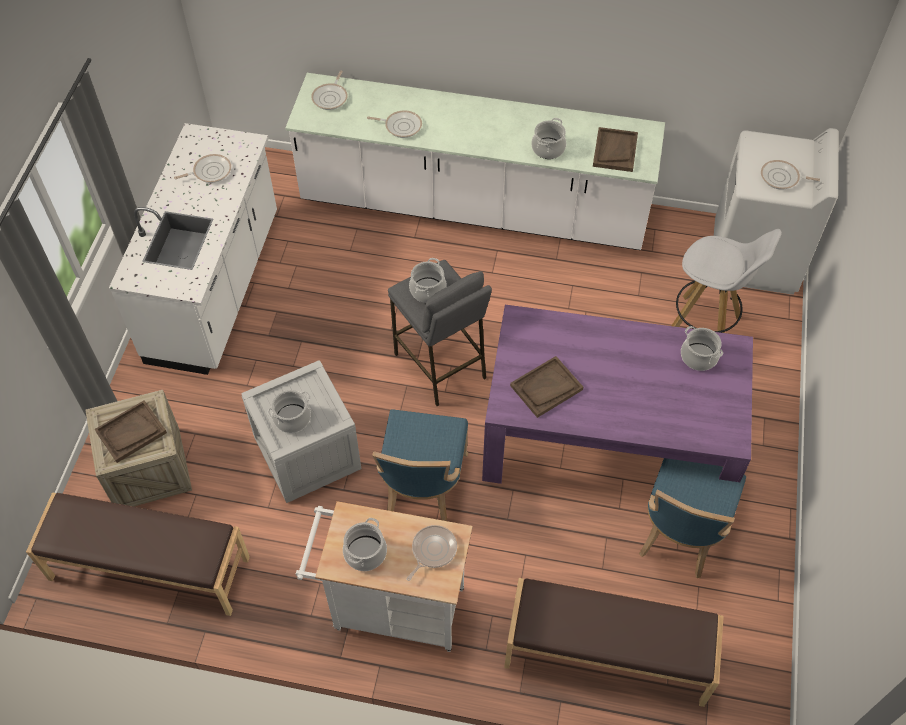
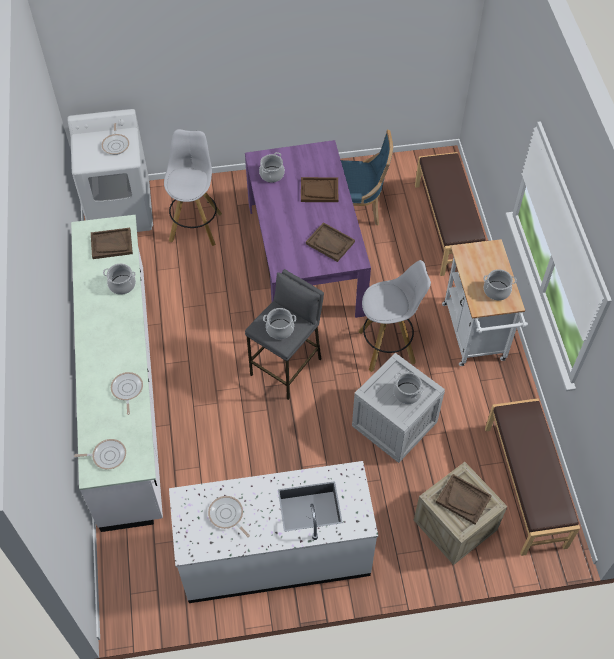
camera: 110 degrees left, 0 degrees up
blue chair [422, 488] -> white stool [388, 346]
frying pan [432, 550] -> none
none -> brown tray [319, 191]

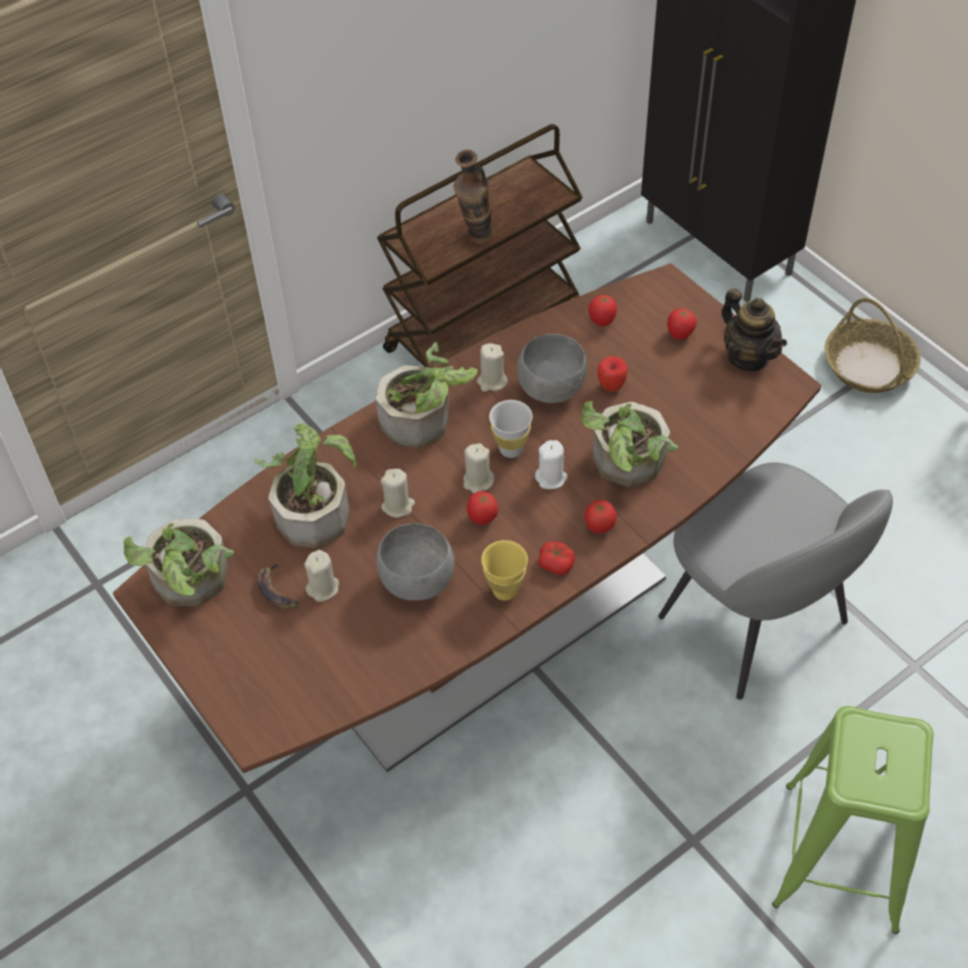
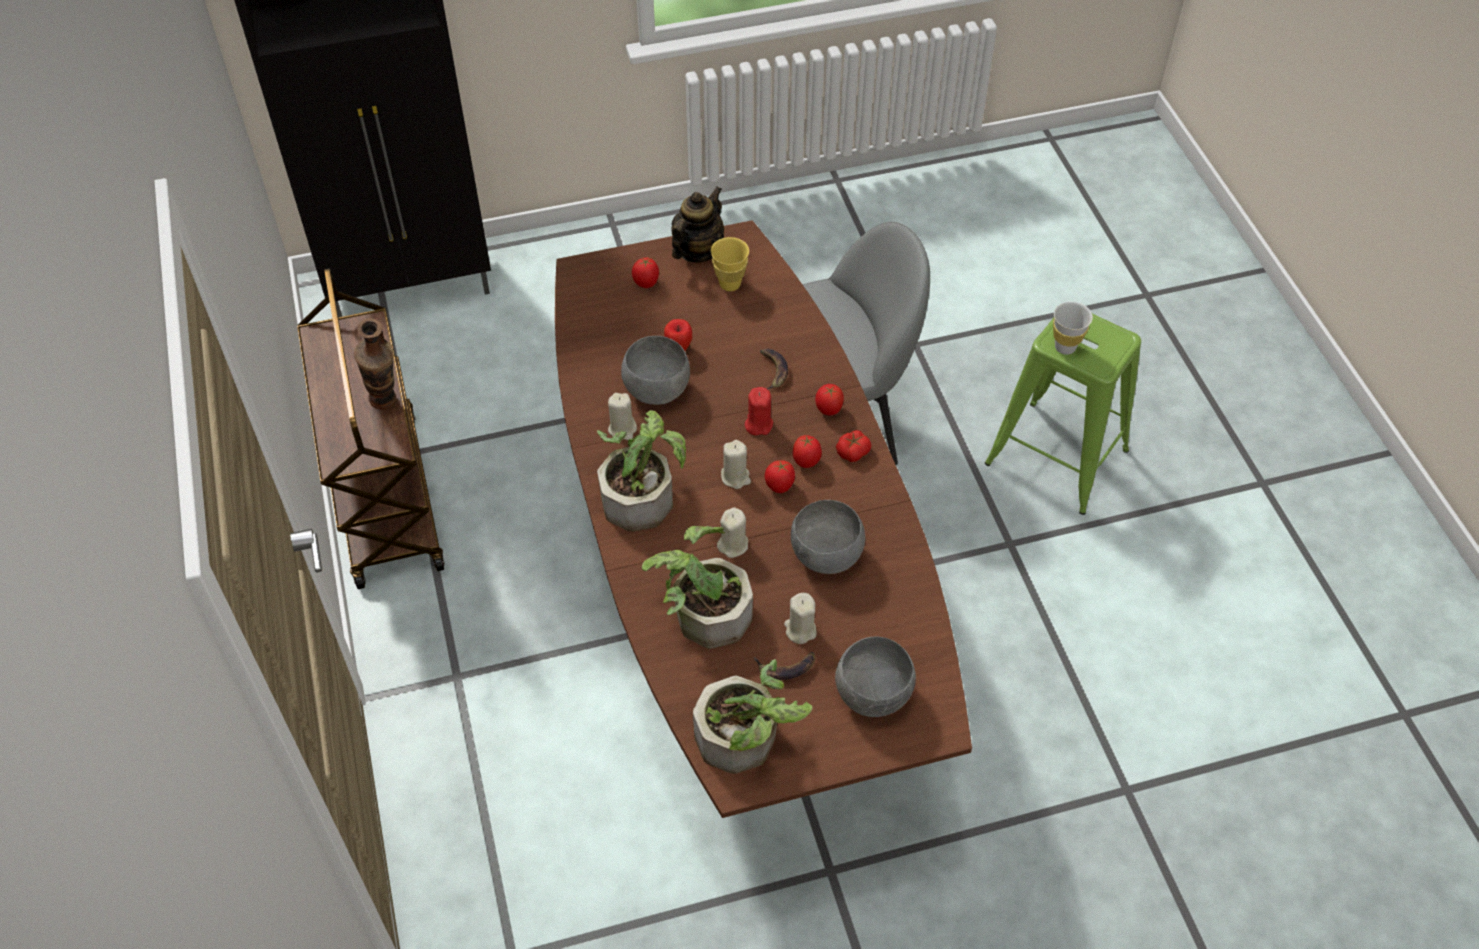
camera: 70 degrees left, 0 degrees up
yellow cup [505, 590] -> yellow cup [730, 284], relocated
white cup [511, 449] -> white cup [1065, 347], relocated
white candle [551, 478] -> red candle [758, 424]
potted plant [625, 466] -> banana [772, 371]
tomato [602, 322] -> tomato [806, 462], relocated
teapot [748, 357] -> teapot [697, 250], 45 degrees counterclockwise
basket [869, 366] -> none
none -> grey bowl [874, 695]

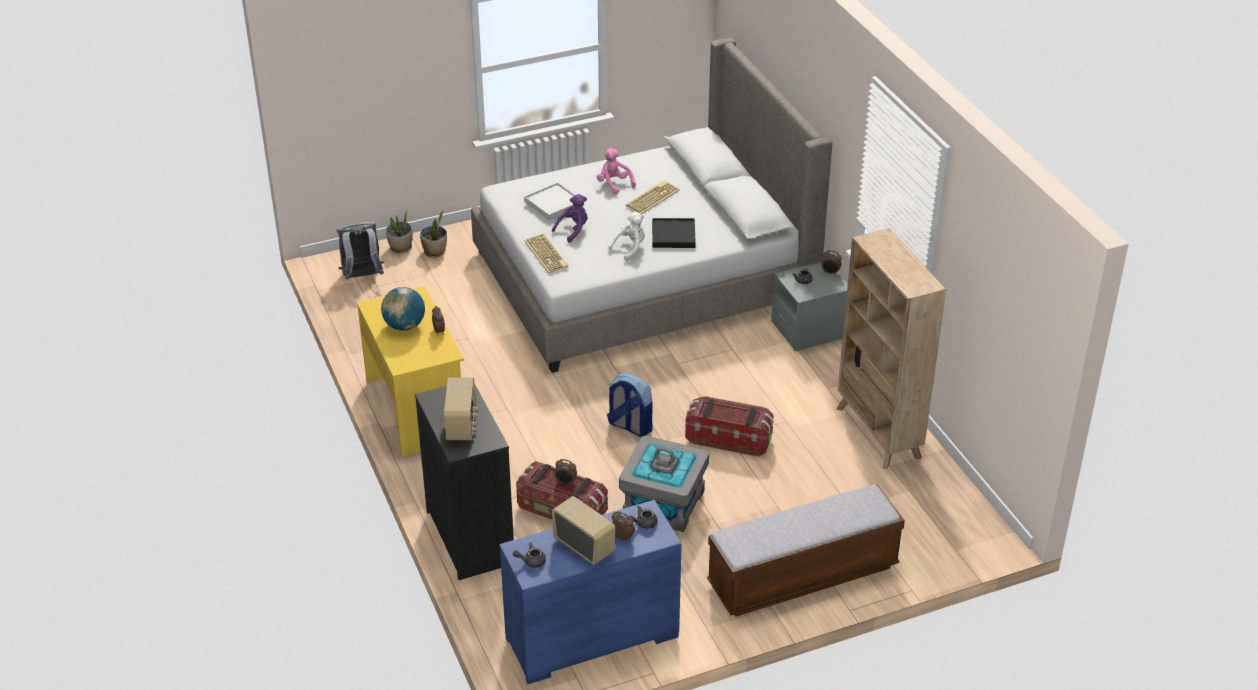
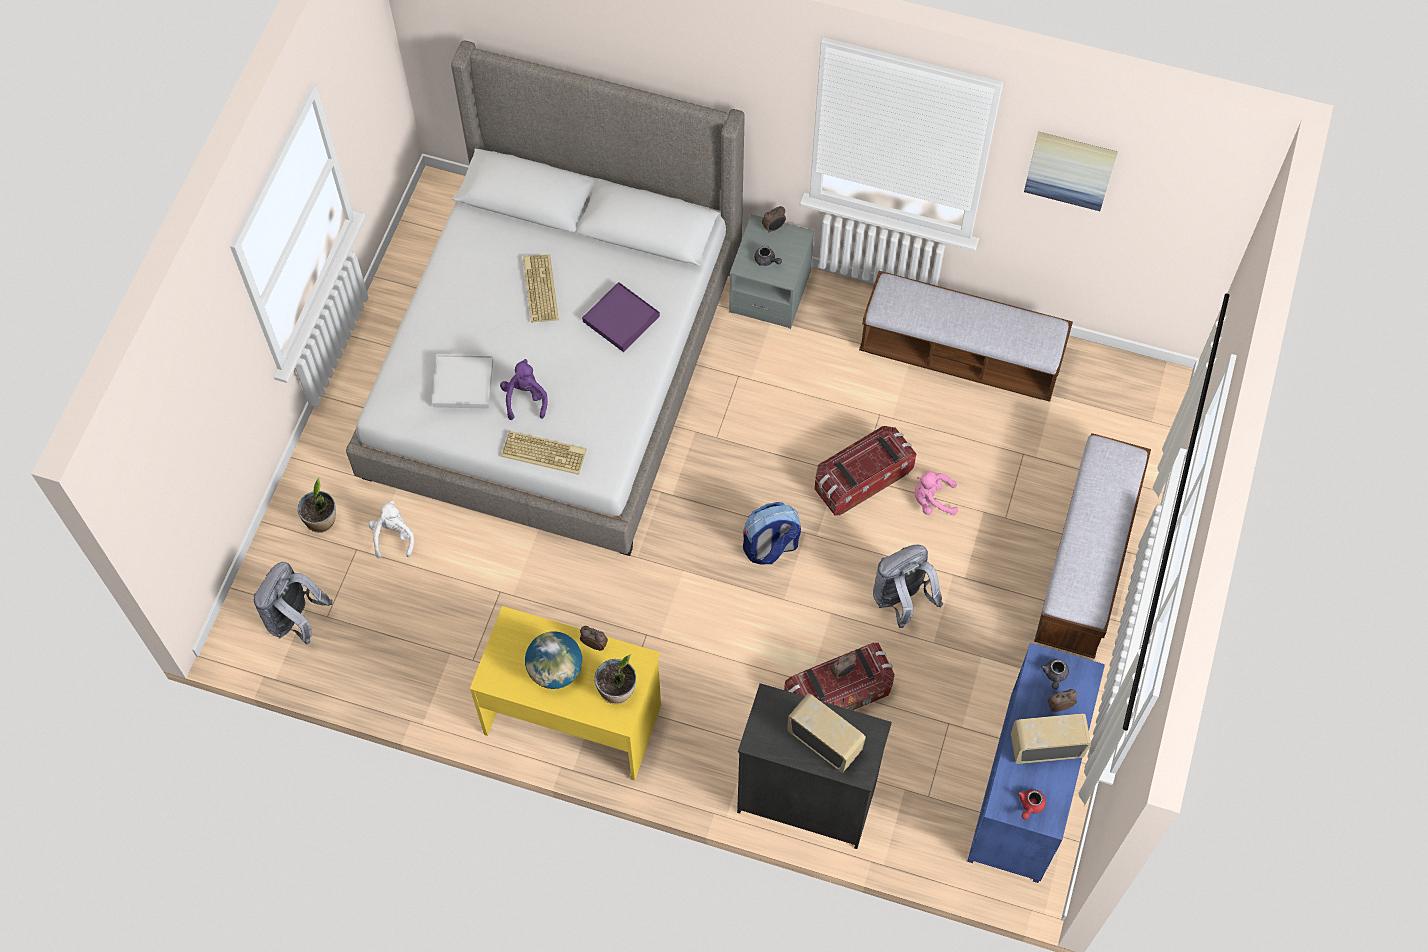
camera: 50 degrees left, 25 degrees up
potted plant [401, 248] -> potted plant [617, 690], relocated
grey teapot [531, 561] -> red teapot [1030, 805]
pink plush toy [614, 184] -> pink plush toy [932, 500], relocated
white plush toy [630, 248] -> white plush toy [393, 537], relocated
grey storage box [663, 503] -> grey backpack [901, 600]
black tray [673, 235] -> purple tray [621, 319]
beige bookcase [878, 433] -> bench [960, 356]
none -> picture [1070, 169]

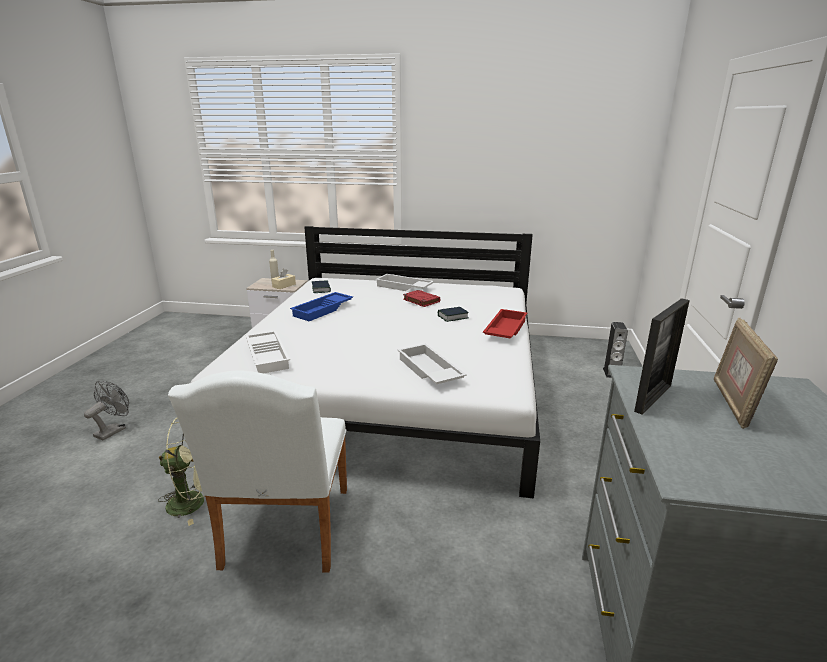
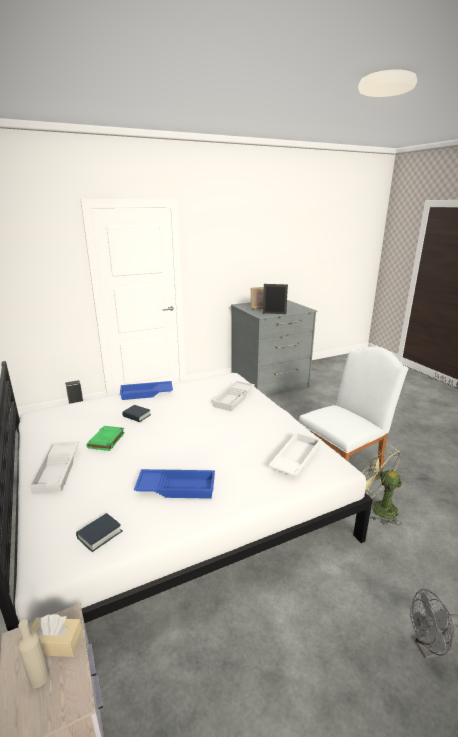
camera: 125 degrees left, 0 degrees up
red book [421, 300] -> green book [106, 440]
red tray [504, 330] -> blue tray [146, 394]

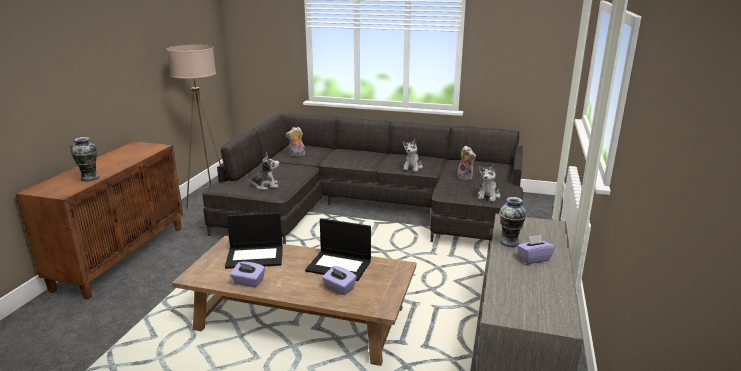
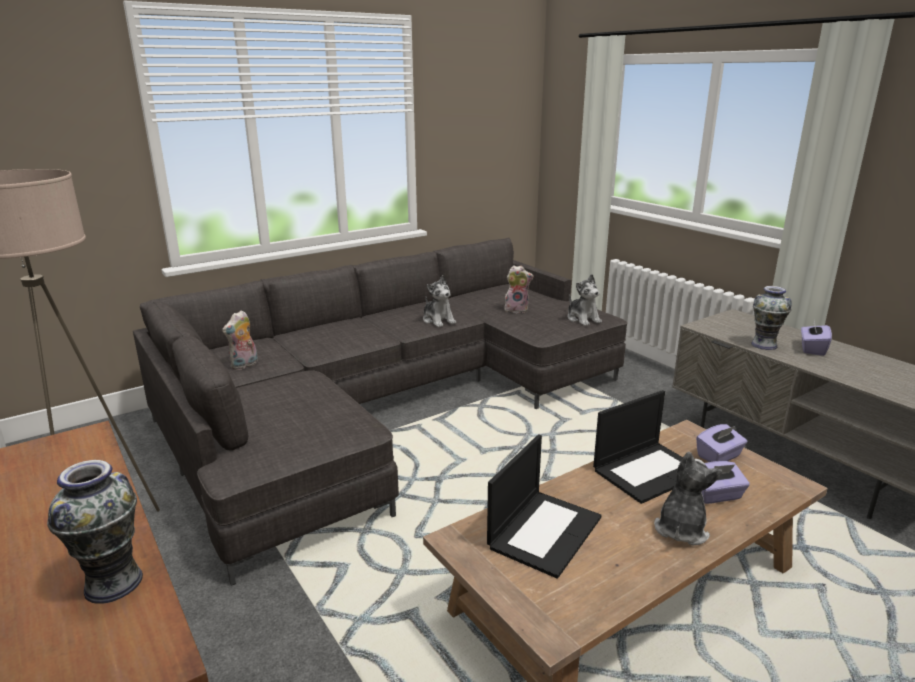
camera: 50 degrees left, 0 degrees up
purple tissue box [248, 282] -> purple tissue box [719, 456], relocated
plush toy [265, 185] -> plush toy [681, 529], relocated

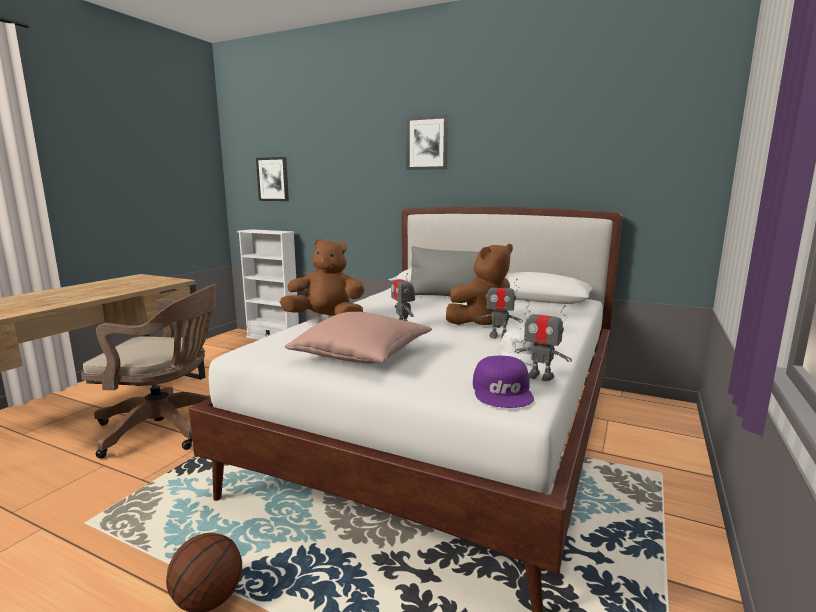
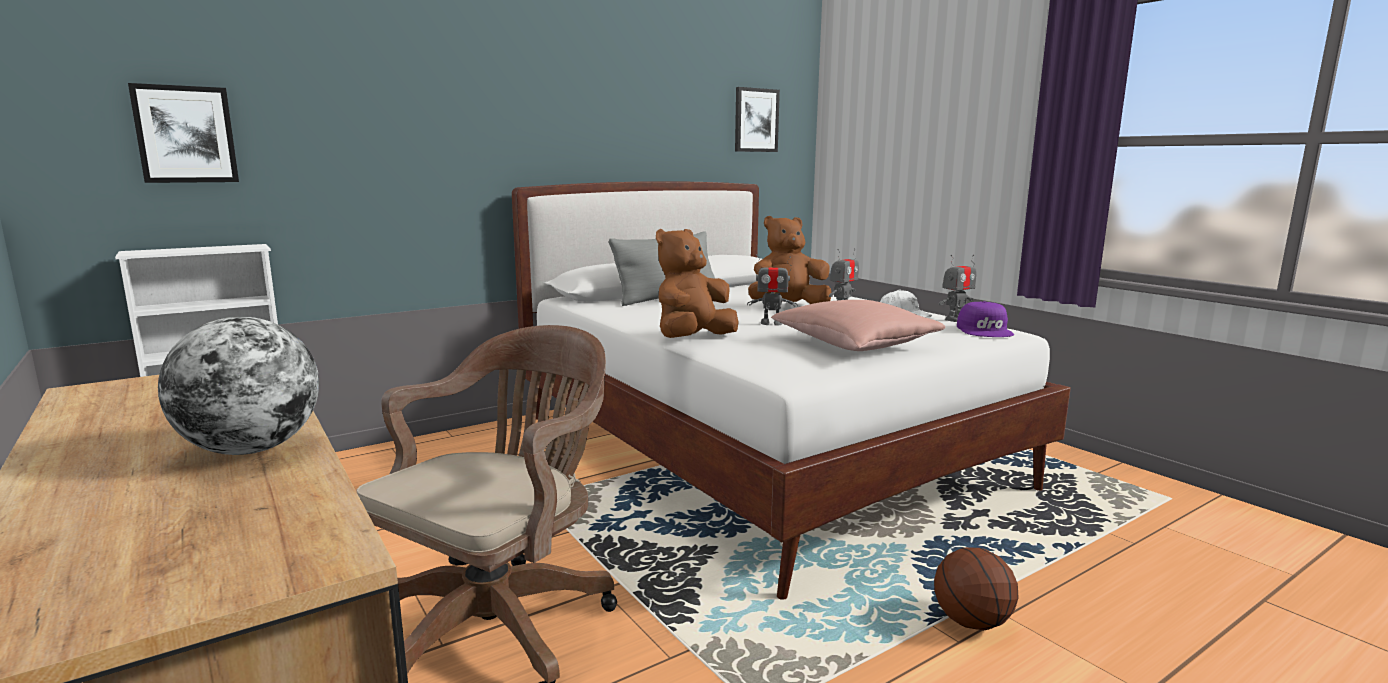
camera: 60 degrees left, 0 degrees up
picture [427, 143] -> picture [756, 120], relocated
brown plush toy [481, 322] -> brown plush toy [788, 306], 105 degrees counterclockwise
purple cap [503, 392] -> purple cap [985, 330], 60 degrees clockwise
none -> globe [252, 449]

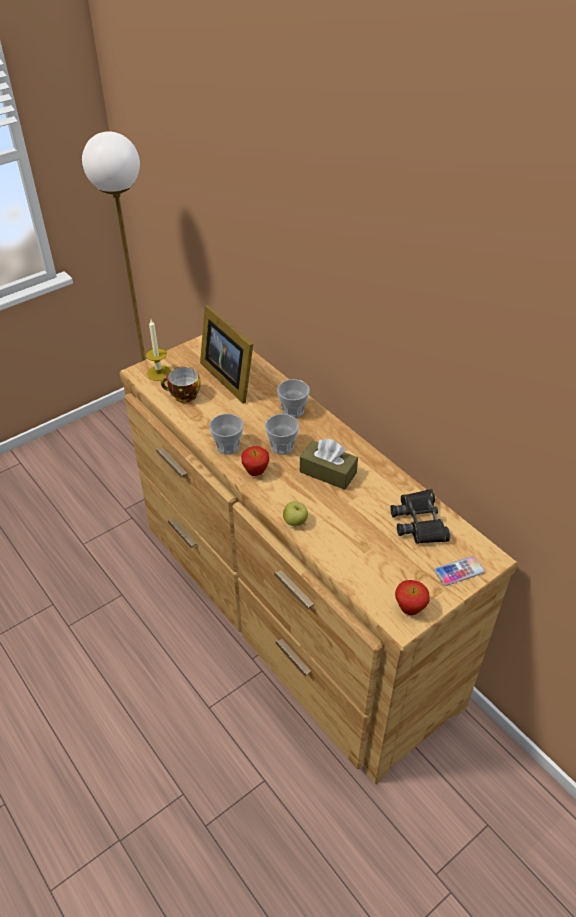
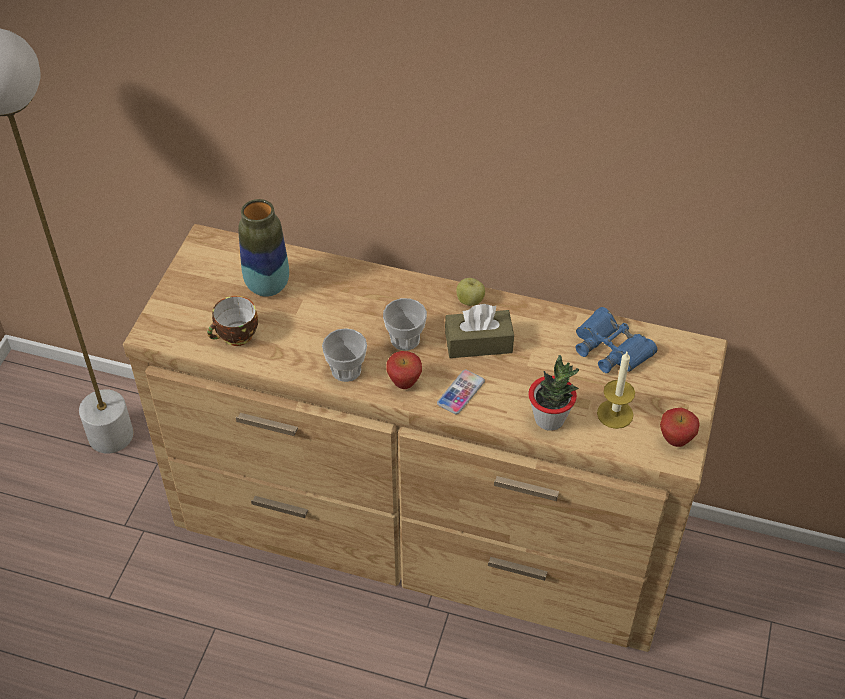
camera: 35 degrees left, 5 degrees up
candle [159, 373] -> candle [615, 414], relocated
picture frame [229, 377] -> vase [267, 286]
cup [293, 411] -> none
apple [295, 522] -> apple [470, 301], relocated
black binoculars [419, 522] -> blue binoculars [611, 348]
phone [459, 571] -> phone [460, 392], relocated
none -> potted plant [549, 419]

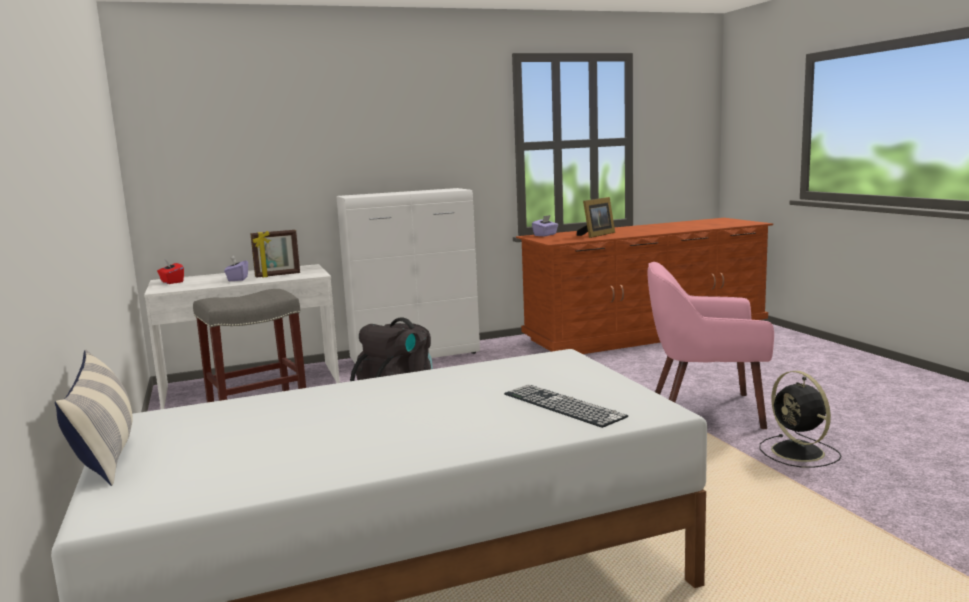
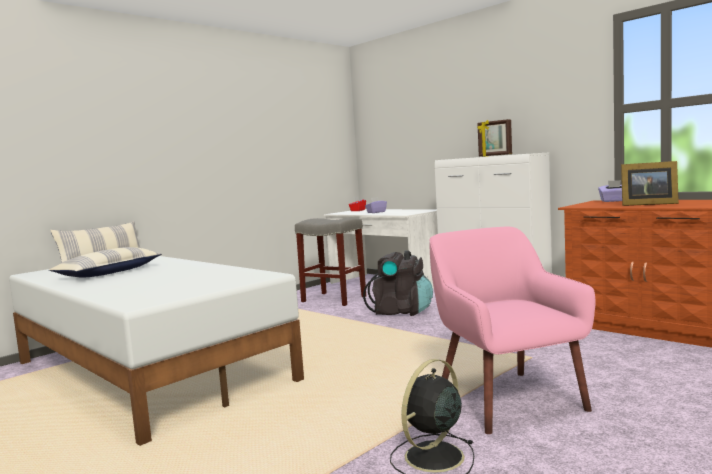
camera: 65 degrees right, 5 degrees down
picture frame [278, 275] -> picture frame [494, 155], relocated
keyboard [562, 405] -> none
none -> pillow [109, 272]

